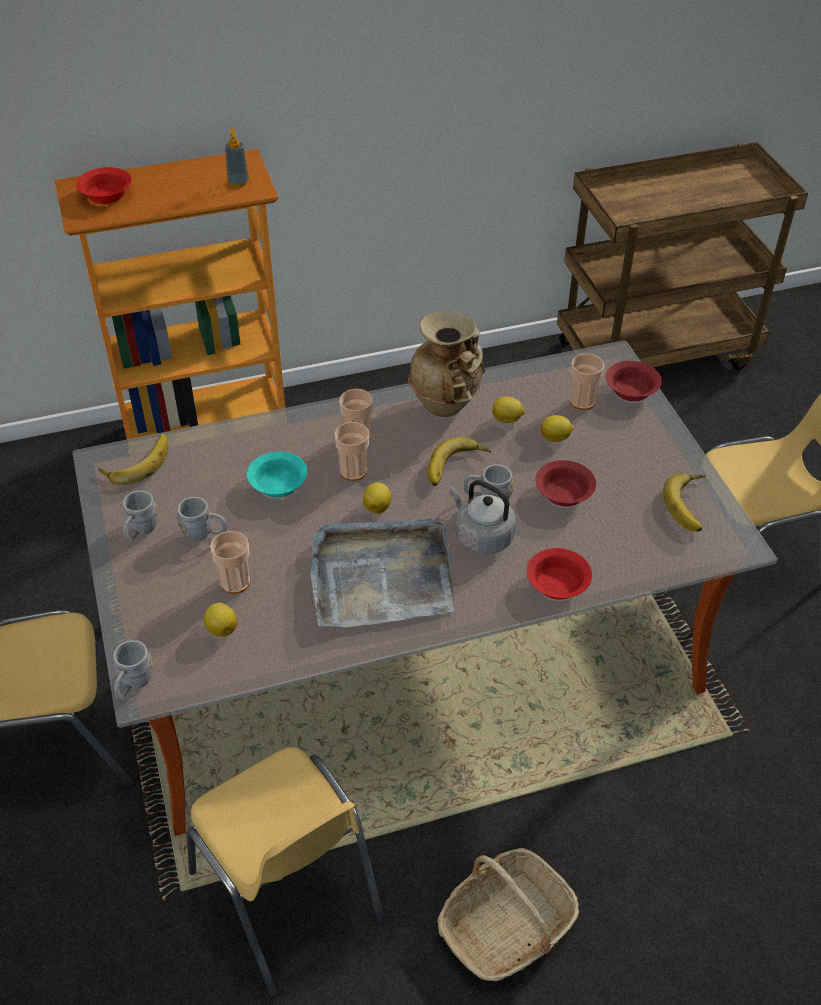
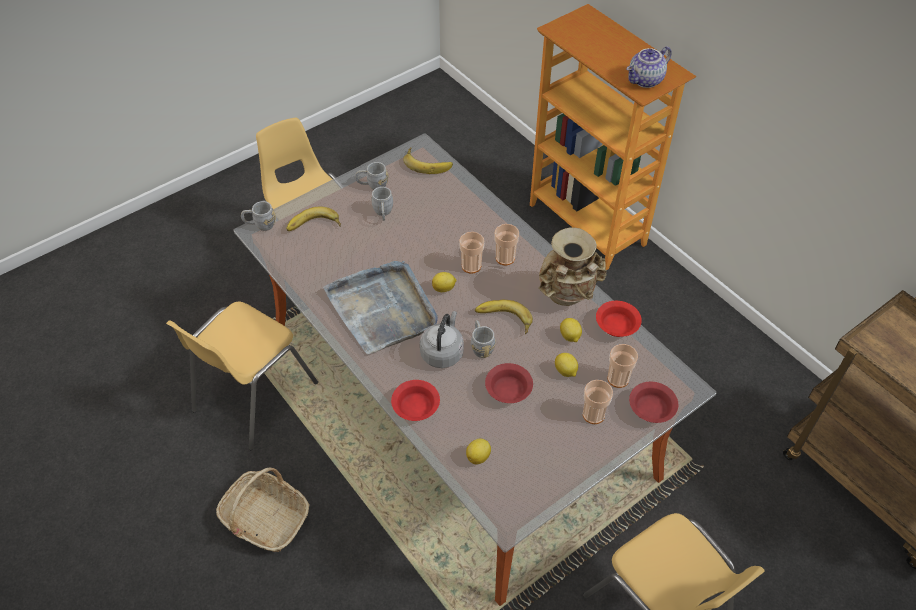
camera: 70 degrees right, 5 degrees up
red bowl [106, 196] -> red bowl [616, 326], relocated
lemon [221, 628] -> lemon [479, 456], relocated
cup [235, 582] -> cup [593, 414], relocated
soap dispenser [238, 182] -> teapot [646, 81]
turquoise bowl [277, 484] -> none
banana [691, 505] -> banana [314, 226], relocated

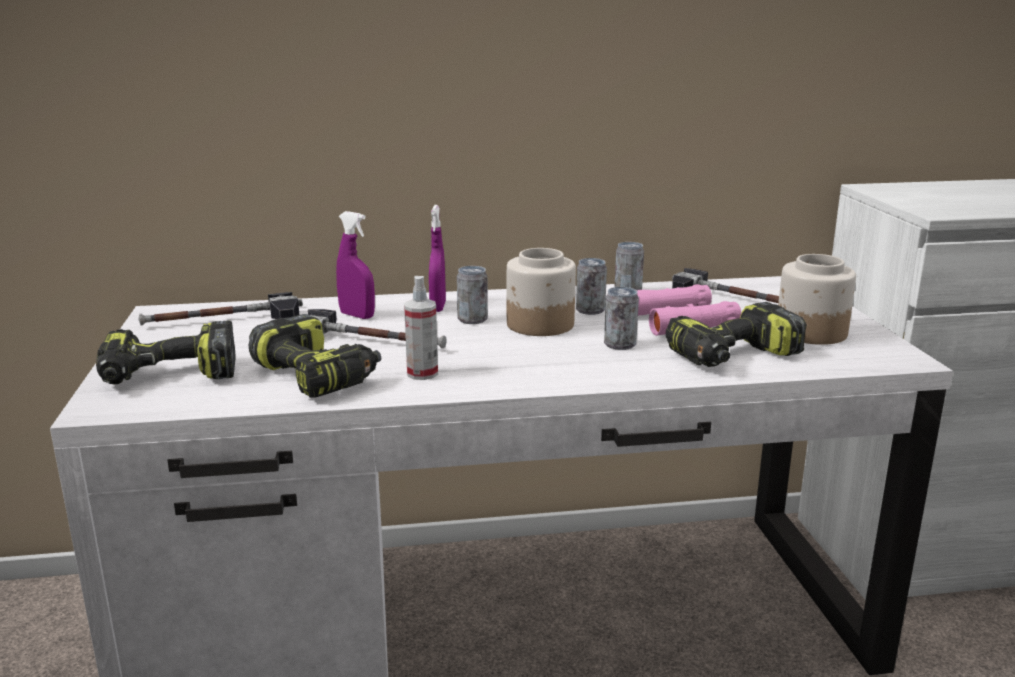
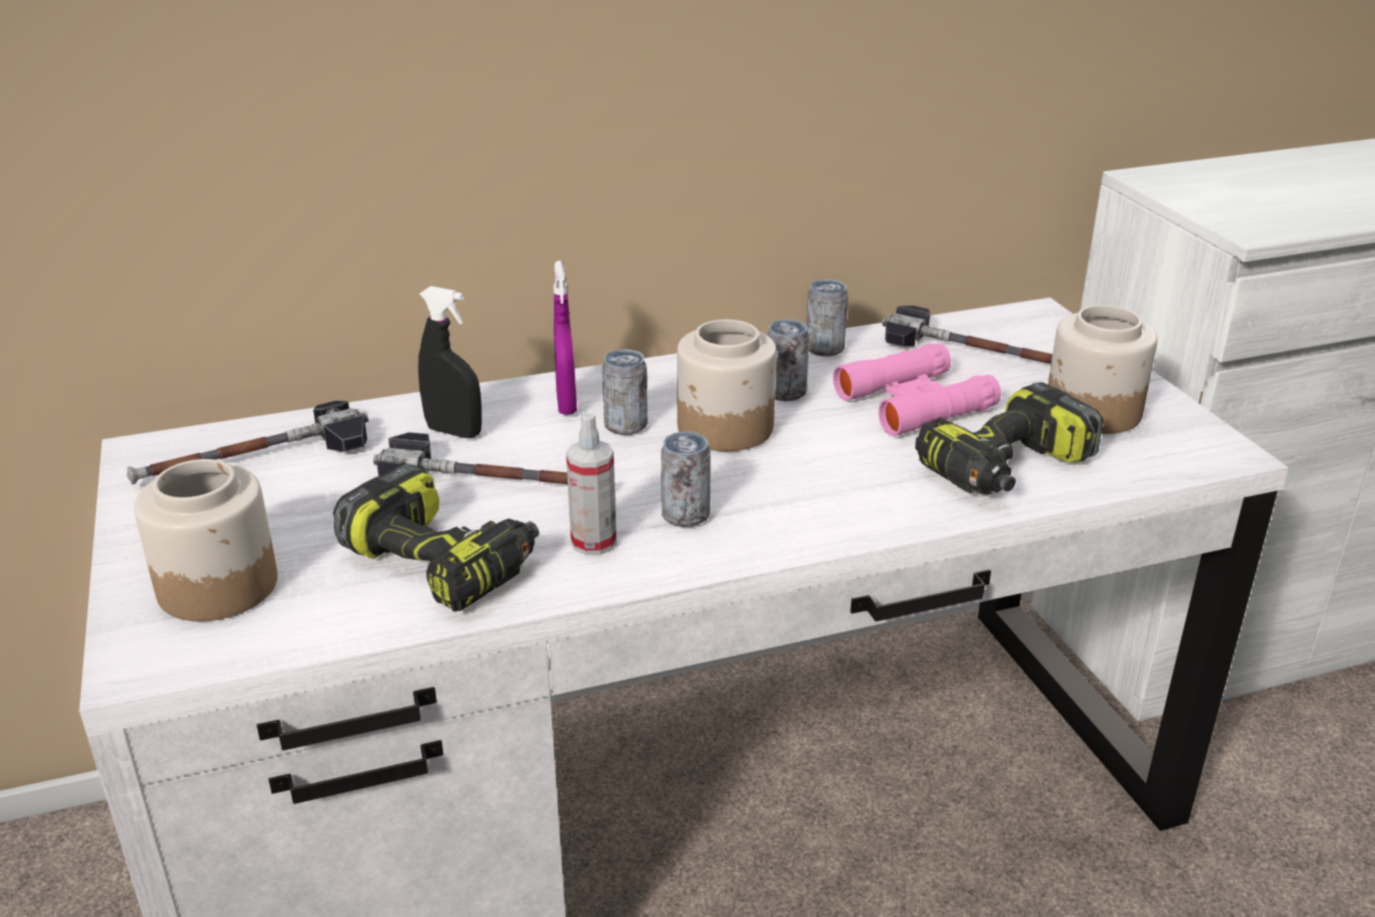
camera: 10 degrees left, 10 degrees up
power drill [168, 376] -> jar [219, 585]
purple spray bottle [357, 315] -> black spray bottle [454, 432]
can [620, 344] -> can [685, 515], relocated

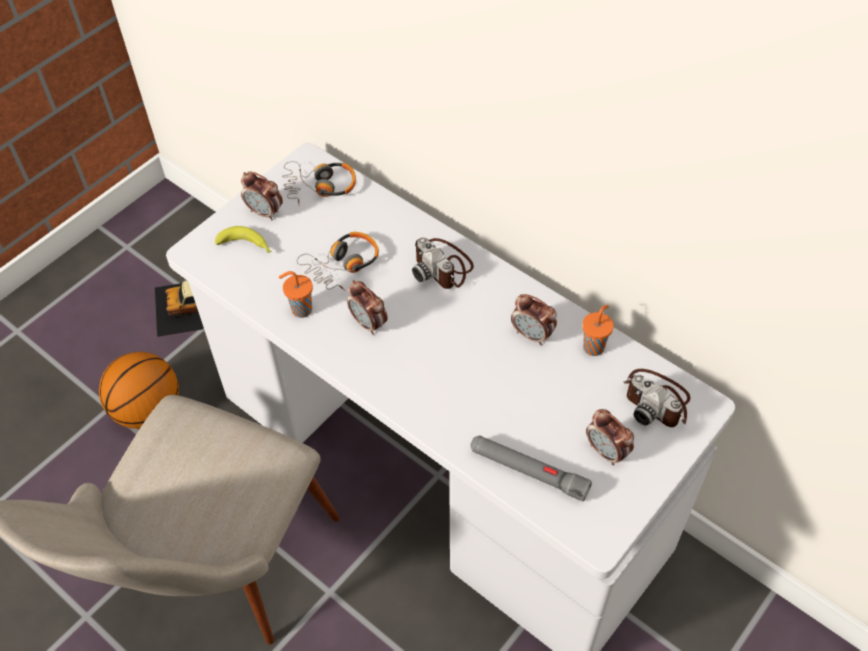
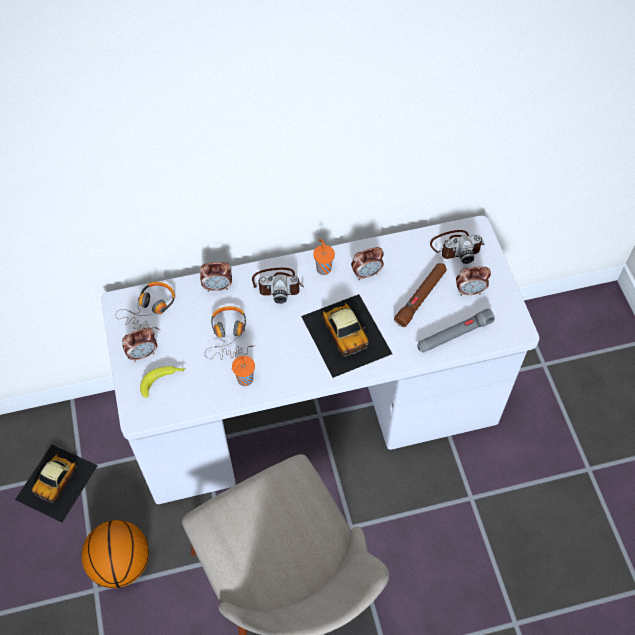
camera: 55 degrees left, 5 degrees up
alarm clock [369, 323] -> alarm clock [218, 287], relocated
orange cup [594, 346] -> orange cup [323, 268], relocated
none -> toy car [346, 334]
none -> brown flashlight [421, 297]

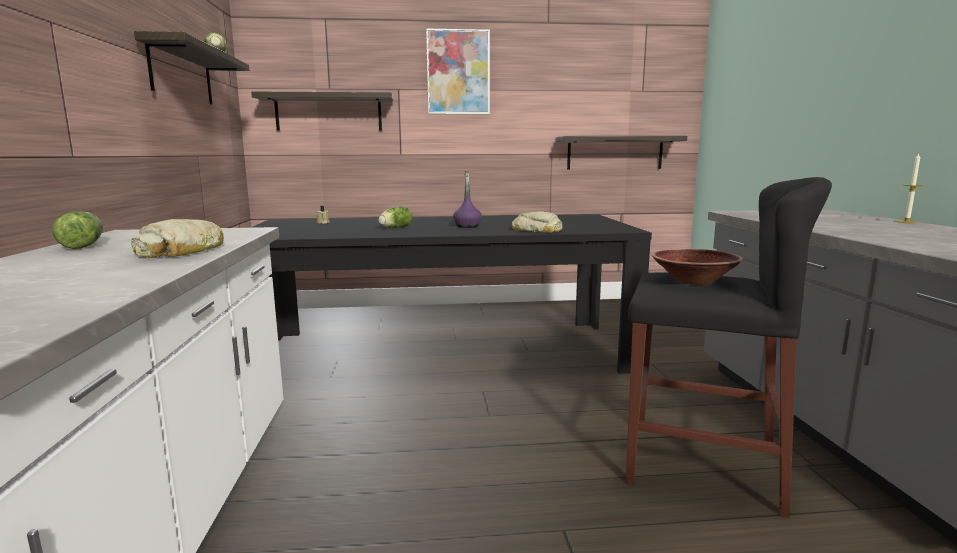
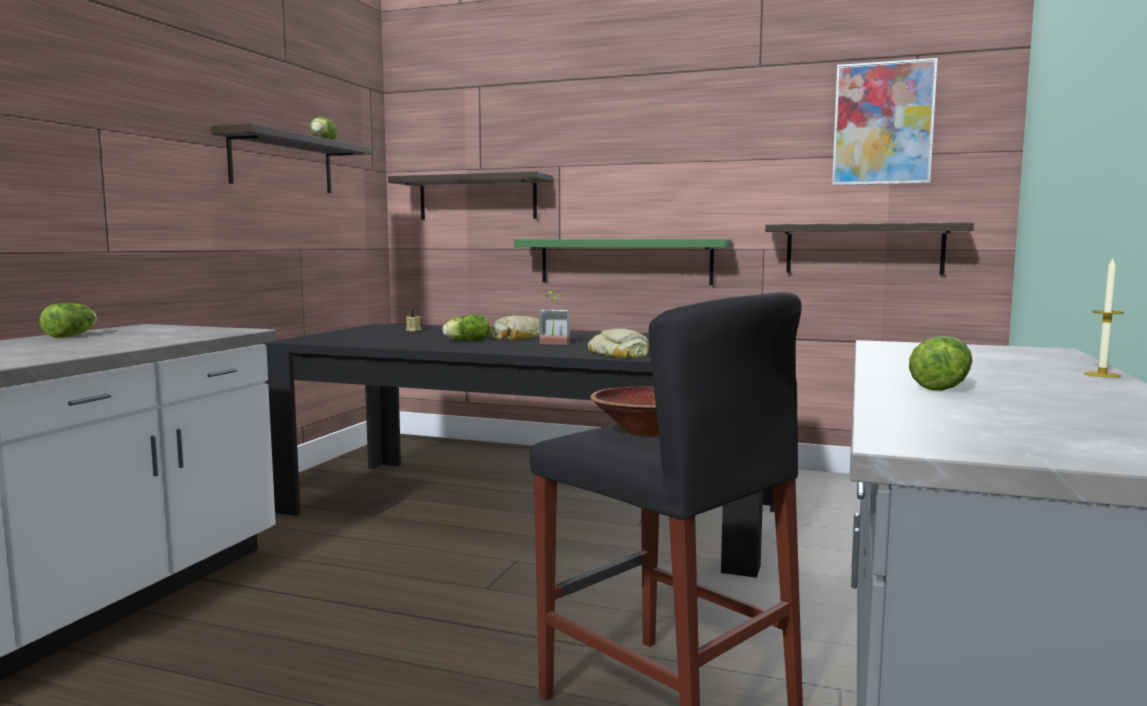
camera: 25 degrees right, 5 degrees down
bread [182, 251] -> bread [518, 337], relocated
picture [458, 72] -> picture [883, 124], relocated
purple bottle [467, 226] -> potted plant [553, 344]
none -> green shelf [625, 261]
none -> lettuce [942, 385]

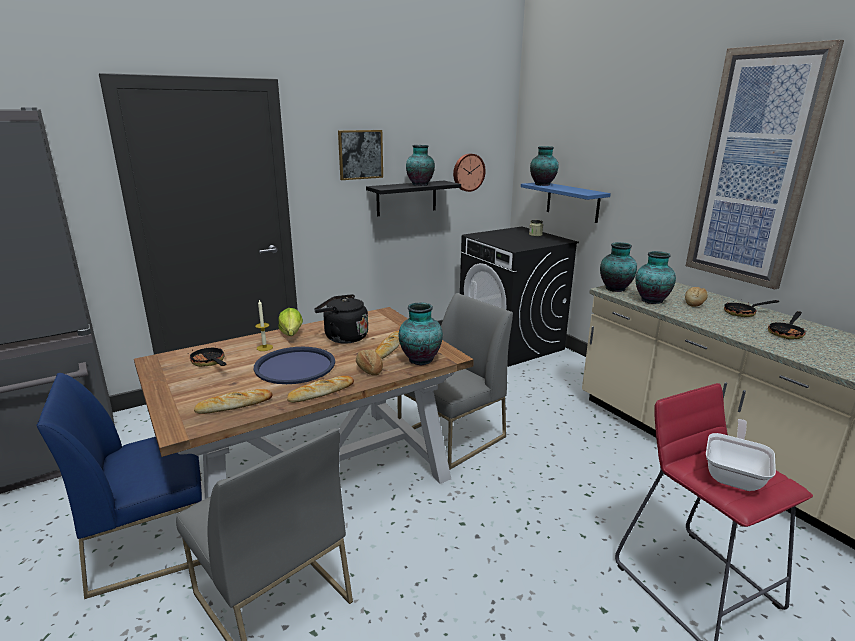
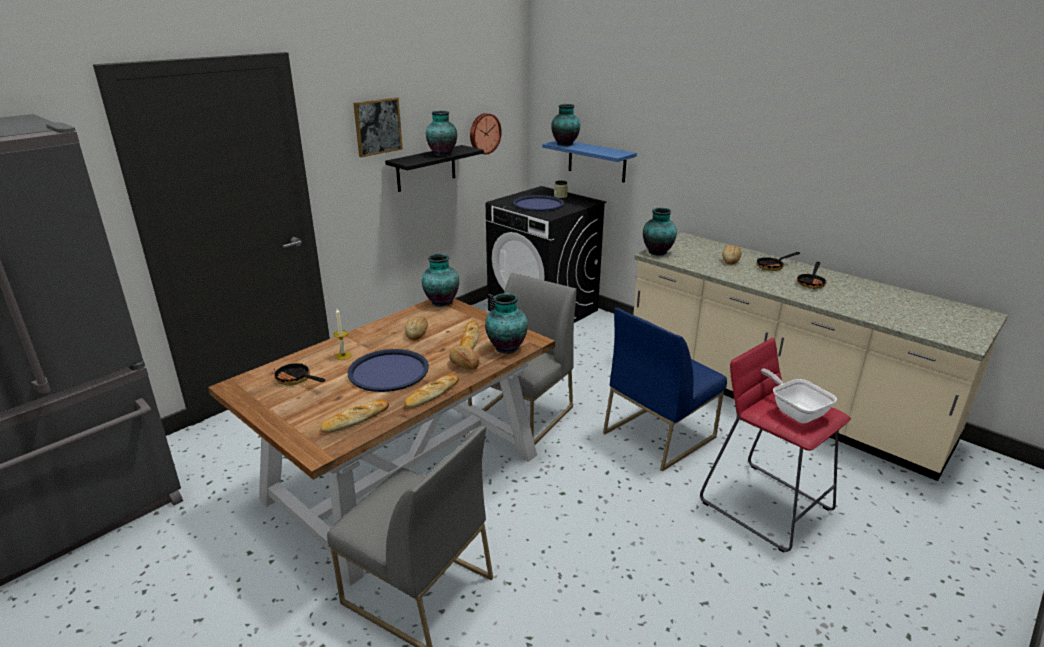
camera: 15 degrees left, 5 degrees up
blue chair [152, 542] -> blue chair [659, 434], relocated
lettuce [290, 336] -> none
black kettle [343, 337] -> bread [417, 334]
vase [650, 300] -> vase [441, 302], relocated
picture [755, 169] -> none
frying pan [734, 474] -> frying pan [794, 411], 45 degrees counterclockwise
none -> blue tray [538, 204]

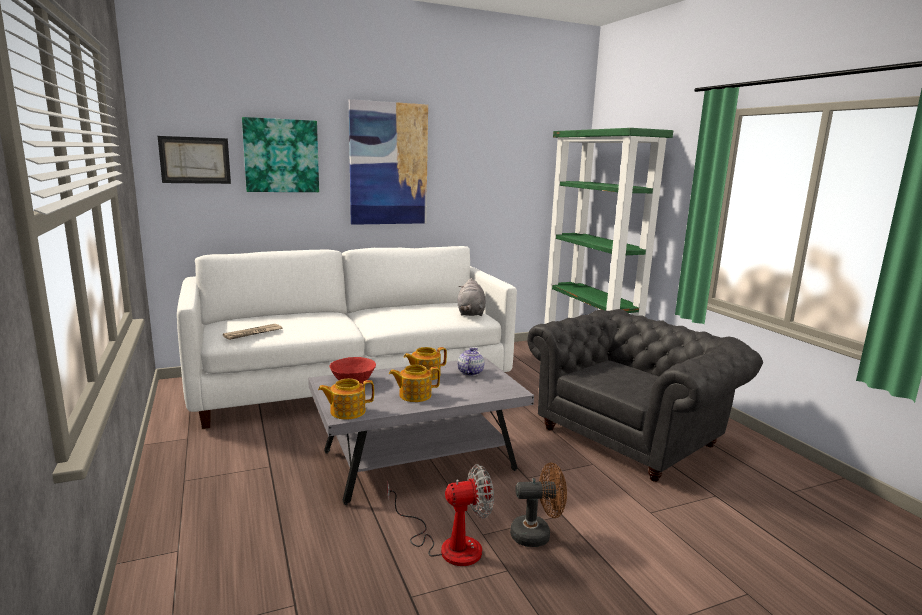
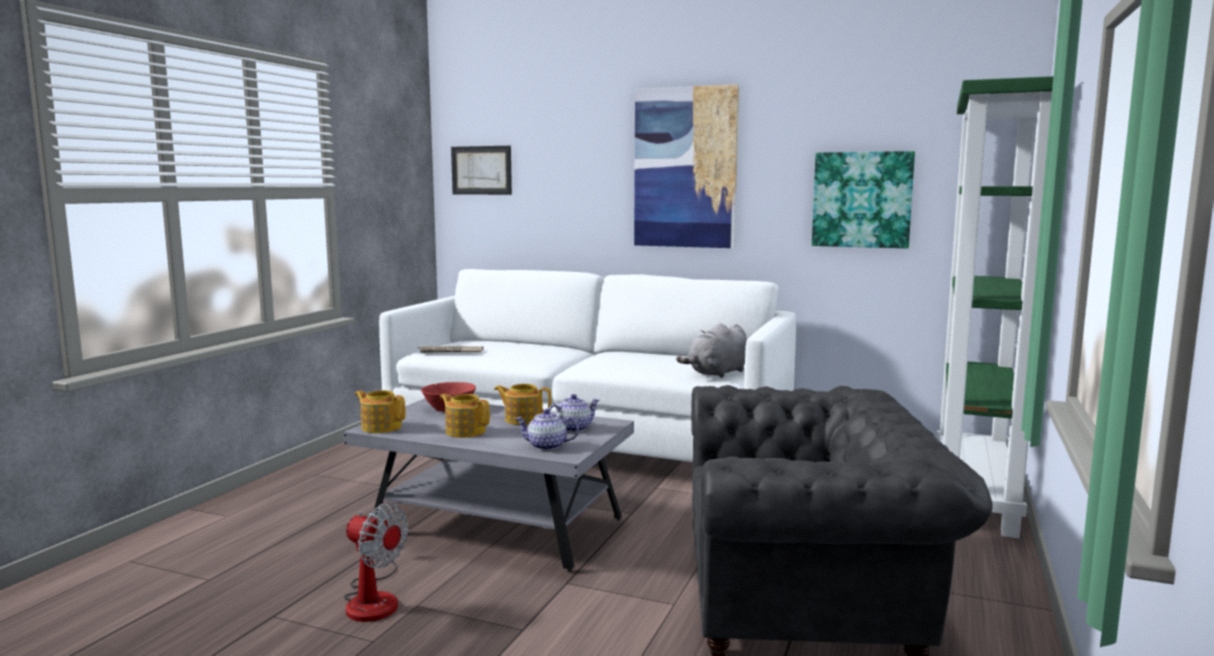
camera: 45 degrees right, 5 degrees down
picture [281, 156] -> picture [862, 199], relocated
brown fan [537, 534] -> none
none -> teapot [546, 446]

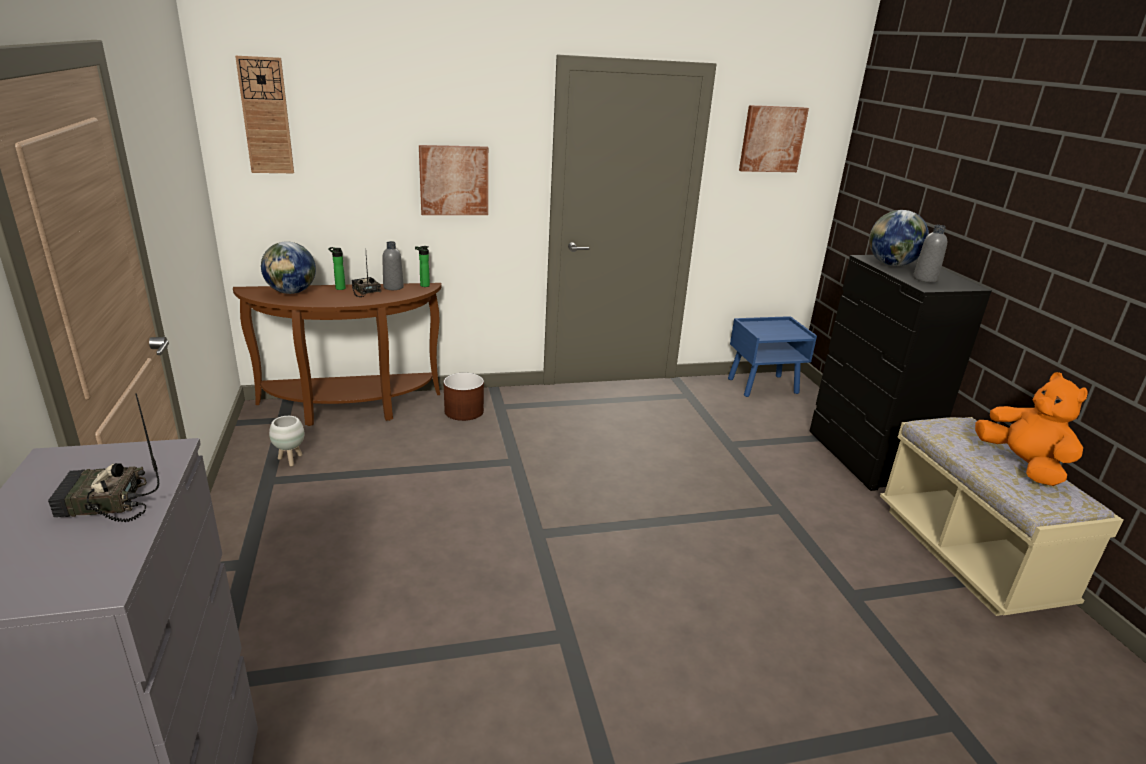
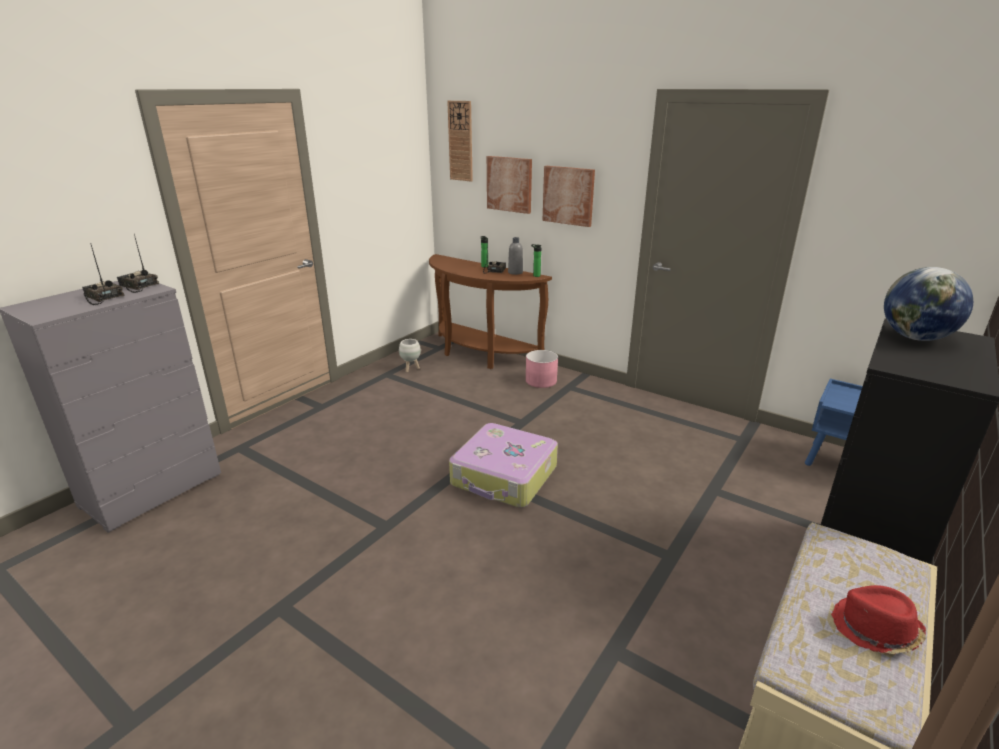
camera: 50 degrees right, 0 degrees up
globe [291, 292] -> none
brown planter [463, 411] -> pink planter [541, 381]
picture [772, 139] -> picture [509, 184], relocated
grey bottle [925, 279] -> none
orange plush toy [1022, 465] -> red hat [874, 630]
none -> radio [138, 286]
none -> suitcase [504, 477]

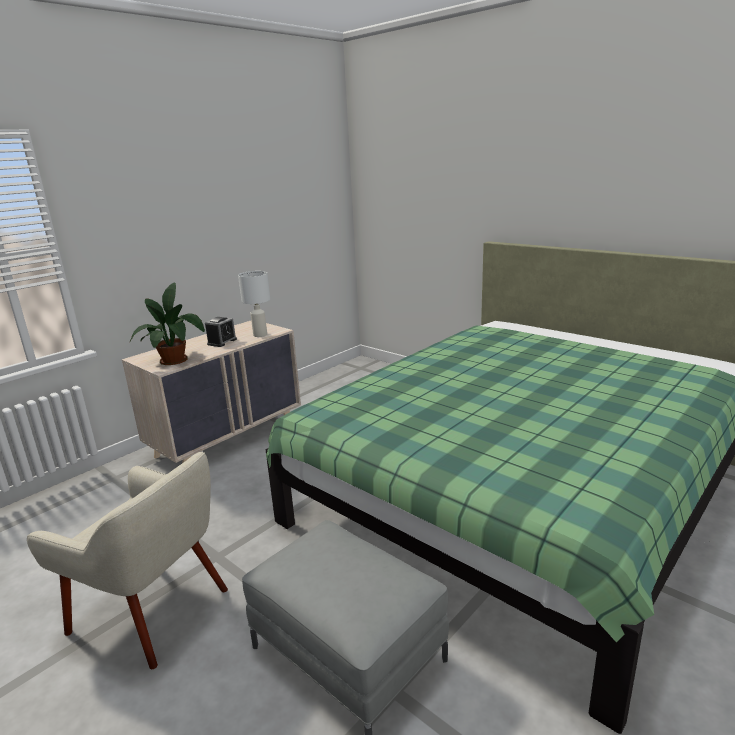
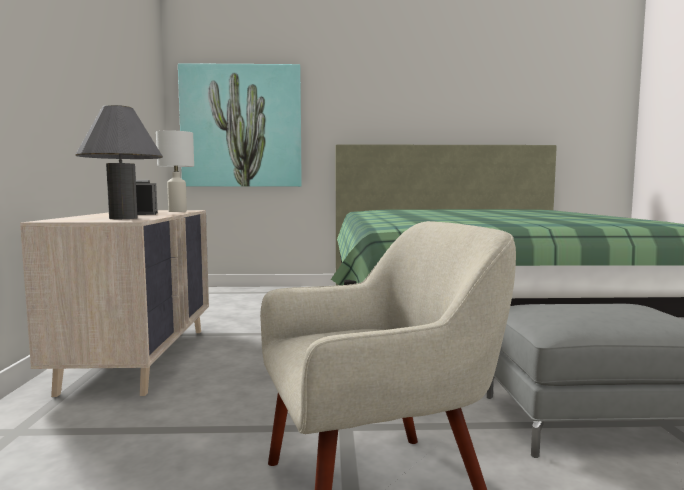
camera: 45 degrees left, 15 degrees down
potted plant [176, 359] -> grey table lamp [123, 218]
none -> picture [241, 126]

